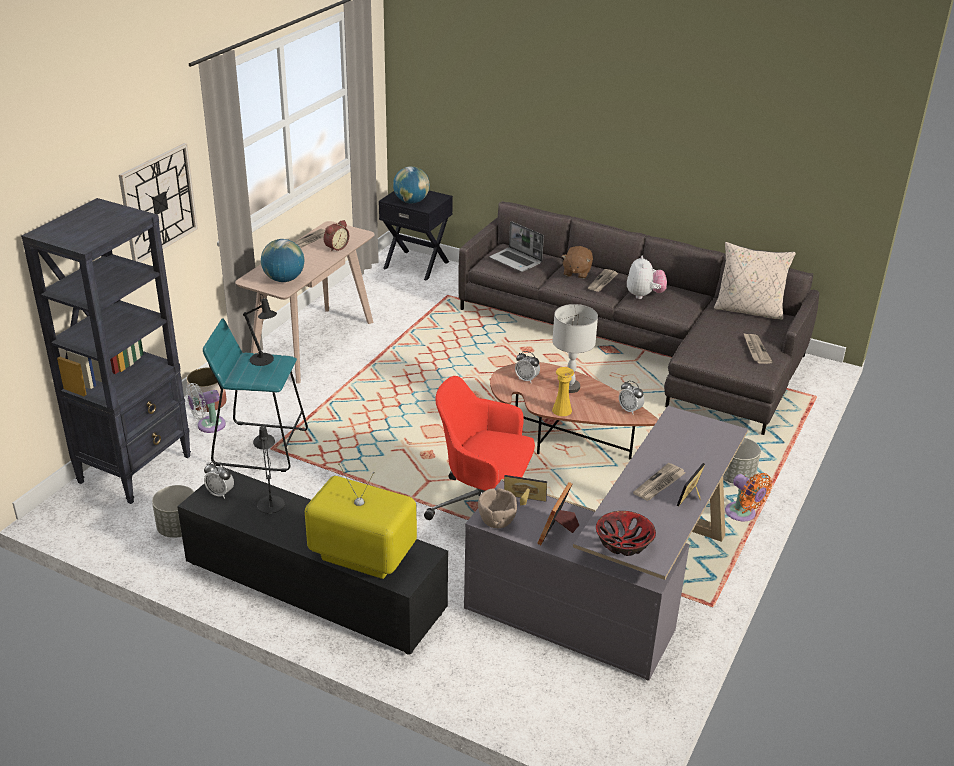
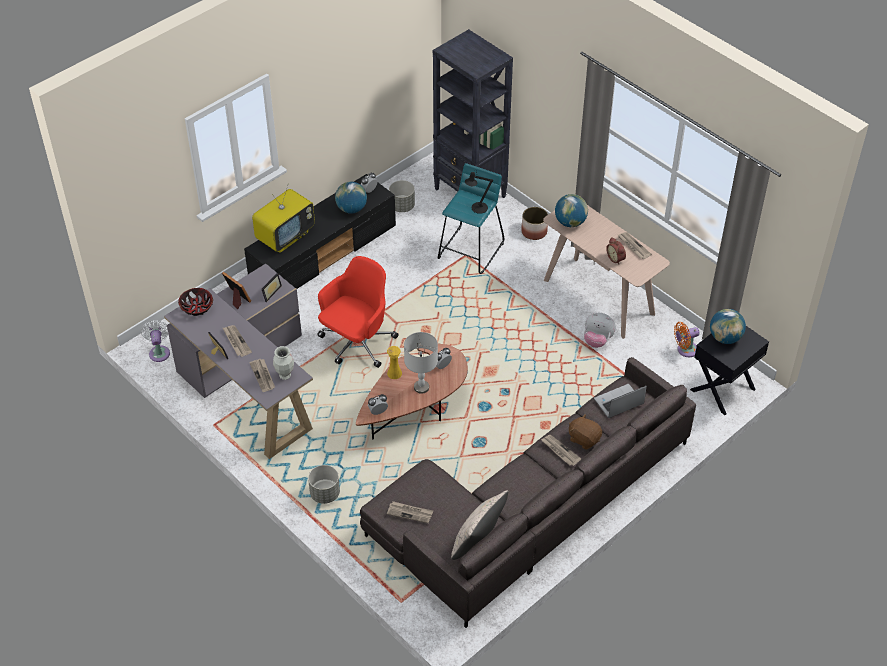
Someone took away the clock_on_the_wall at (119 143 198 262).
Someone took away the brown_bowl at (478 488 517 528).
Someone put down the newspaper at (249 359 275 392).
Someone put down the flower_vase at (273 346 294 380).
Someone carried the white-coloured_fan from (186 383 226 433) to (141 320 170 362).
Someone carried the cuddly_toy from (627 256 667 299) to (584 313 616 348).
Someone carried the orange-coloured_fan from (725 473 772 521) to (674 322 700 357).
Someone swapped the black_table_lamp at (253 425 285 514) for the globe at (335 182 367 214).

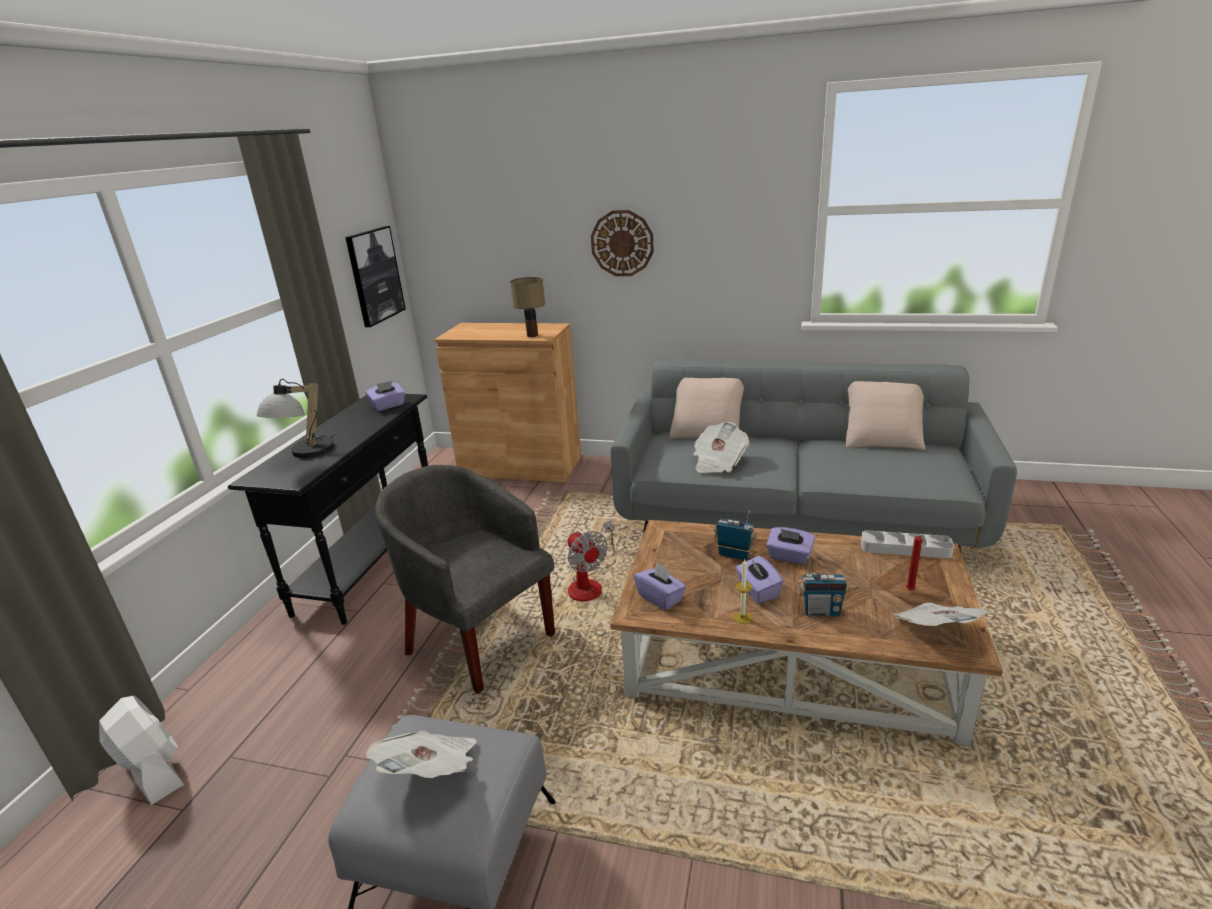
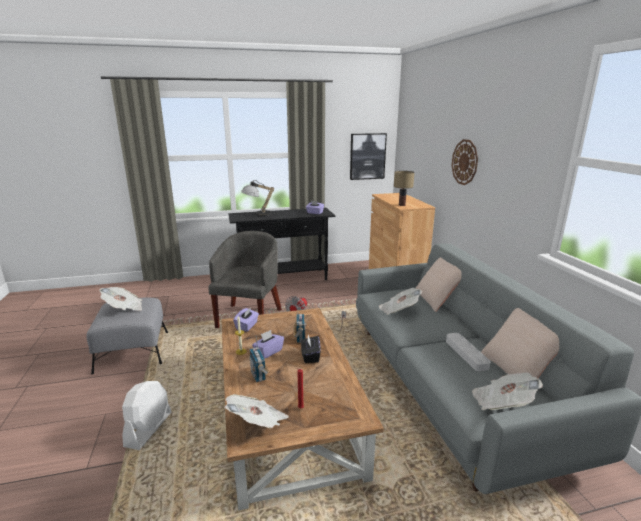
Someone put down the newspaper at (472 373 543 410).
Someone carried the white-coloured_fan from (99 695 184 805) to (122 381 172 450).
Someone carried the grey_carrying_tray from (861 530 954 558) to (446 333 491 371).
Someone repainted the purple-coloured_tissue_holder at (766 527 815 565), which became the black_tissue_holder at (301 335 321 363).

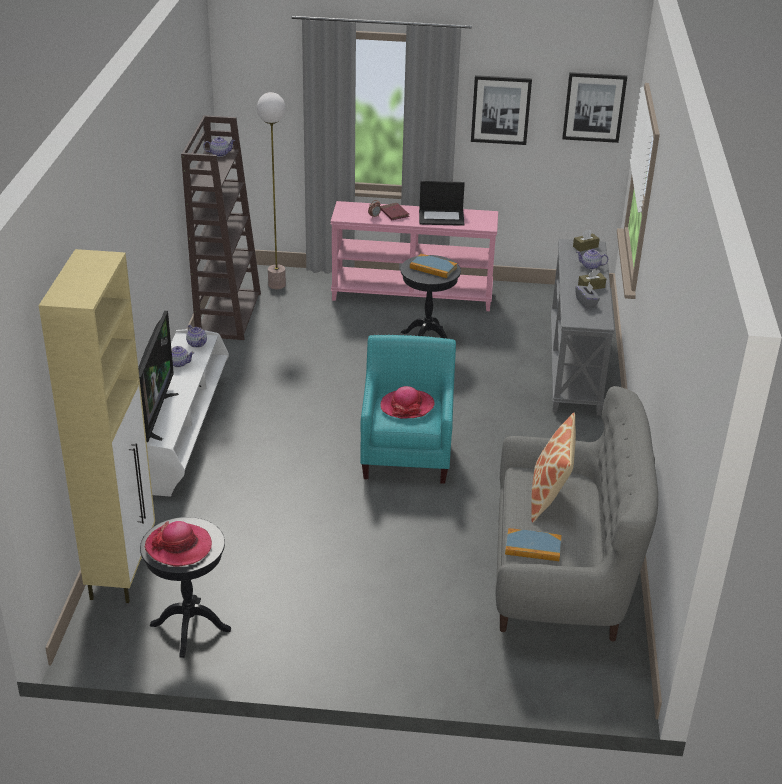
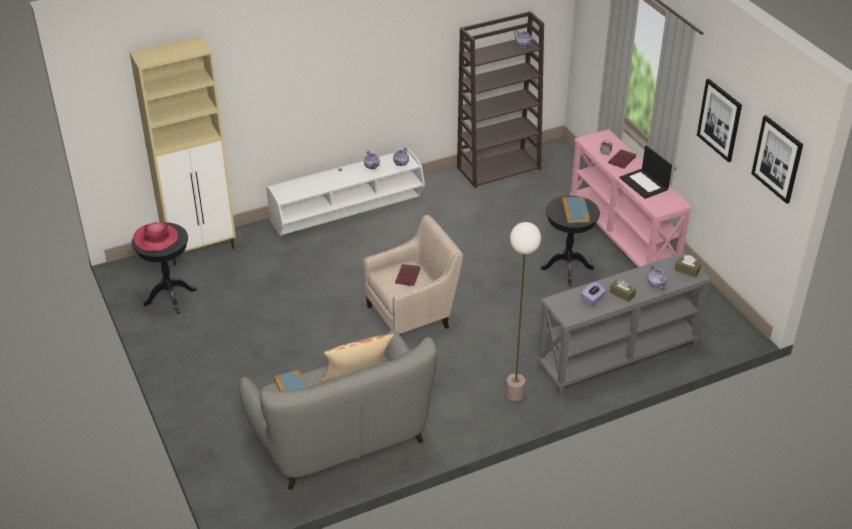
Someone took away the TV_set at (138 311 179 442).
Someone carried the floor_lamp from (257 92 286 289) to (506 222 541 401).
Someone swapped the clothing_hat at (380 386 435 419) for the red-coloured_bound_book at (395 264 421 286).
Someone repainted the turquoise_easy_chair at (360 335 456 484), which became the beige-coloured_easy_chair at (363 215 463 335).
Someone repainted the grey_tissue_holder at (575 282 600 308), which became the purple-coloured_tissue_holder at (581 281 606 306).

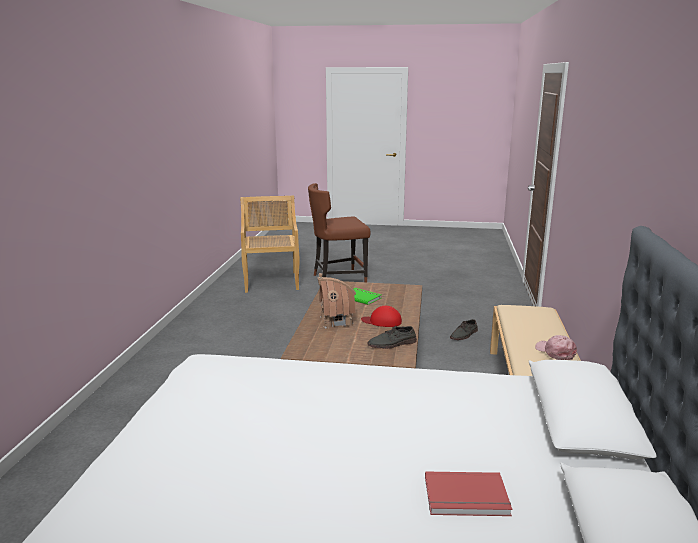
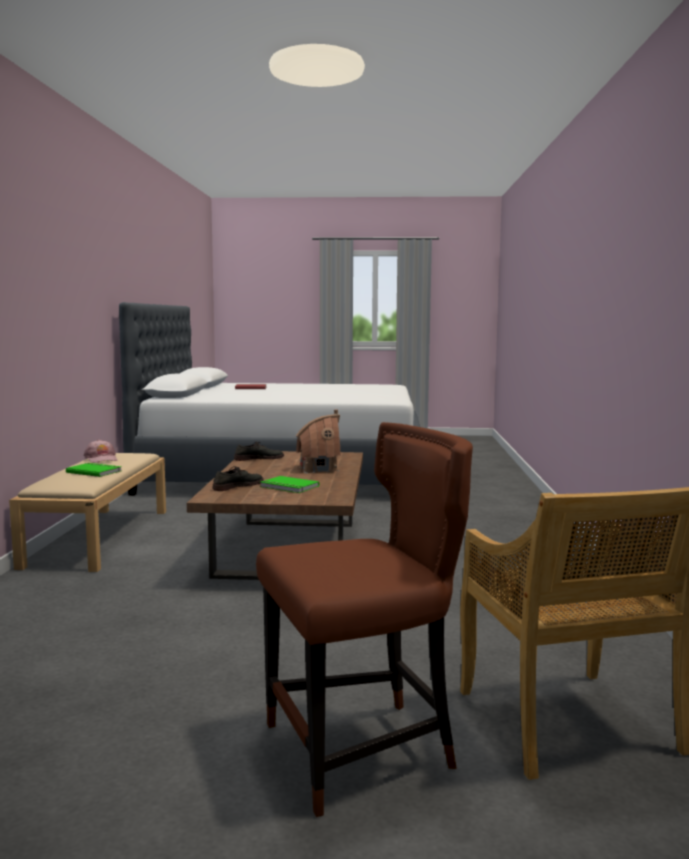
Someone took away the red-coloured_peaked_cap at (361 306 402 327).
Someone put down the green_bound_book at (66 463 122 477).
Someone carried the grey_shoe from (450 319 478 340) to (212 466 264 491).

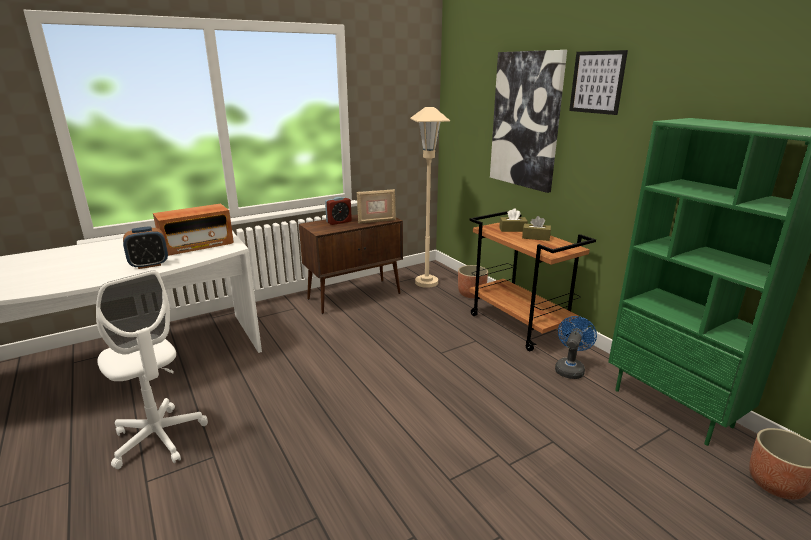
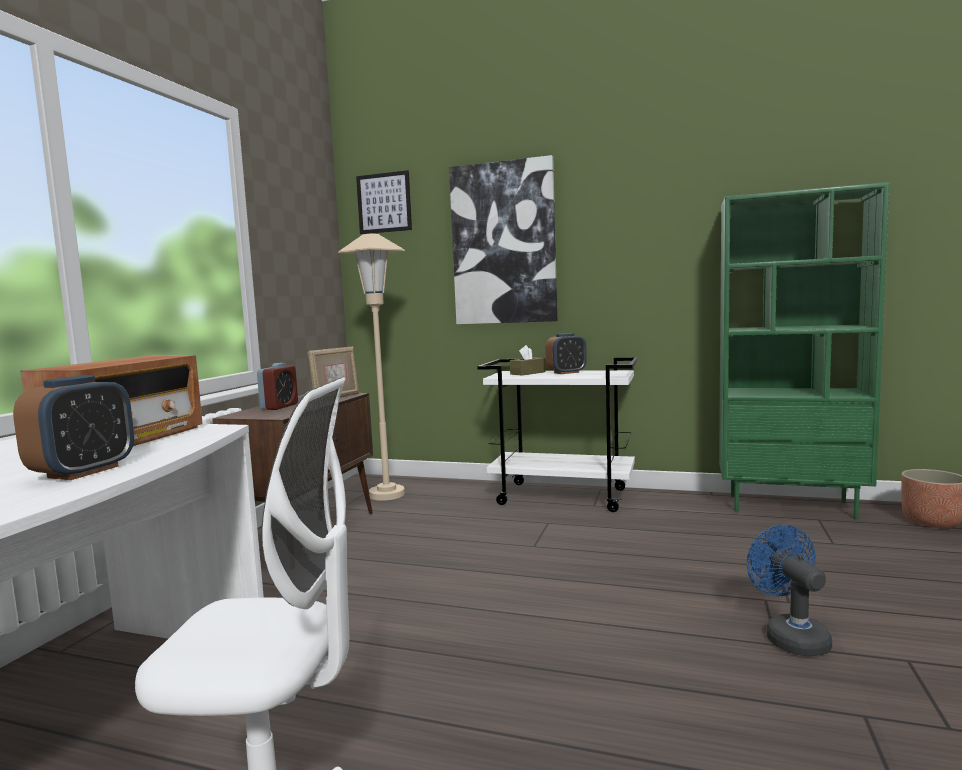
Someone took away the planter at (458 265 488 298).
Someone carried the blue_fan from (555 316 597 379) to (747 525 832 656).
Someone carried the wall_picture from (569 50 628 115) to (356 170 412 234).
Someone swapped the brown_tissue_holder at (522 216 551 241) for the alarm_clock at (545 333 587 374).
Someone repainted the brown_cart at (469 211 596 351), which became the white-coloured_cart at (477 357 638 512).

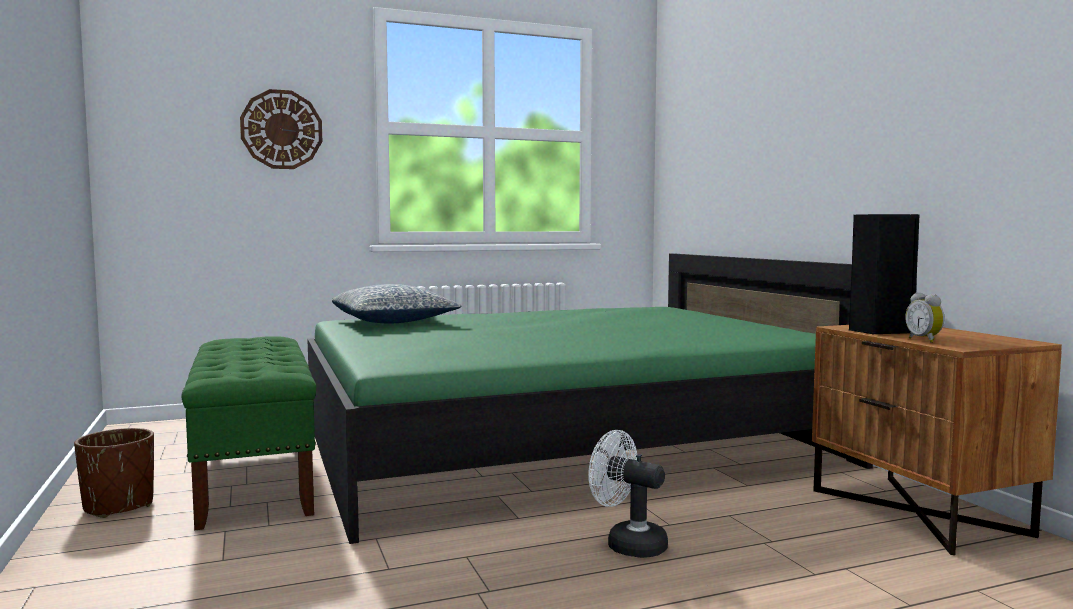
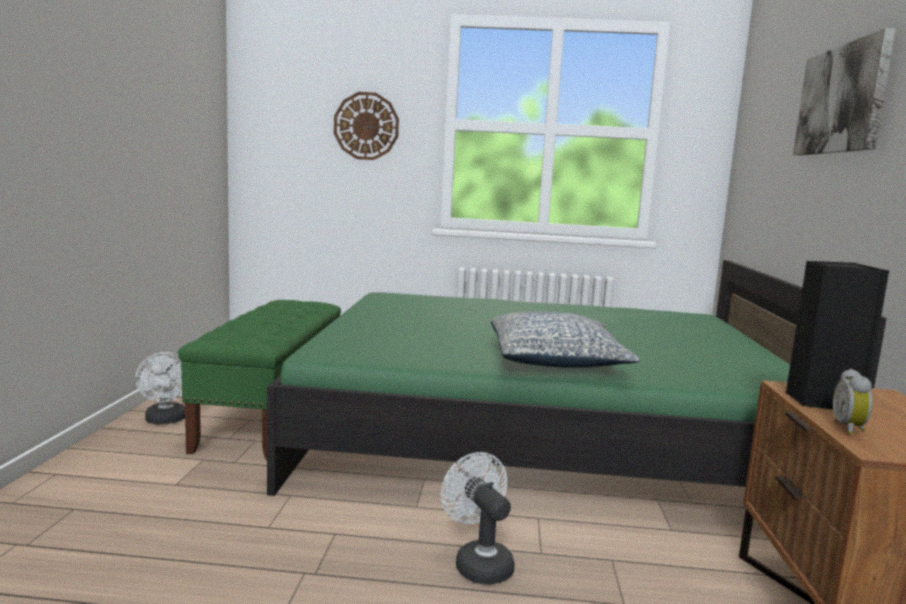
Someone put up the wall_picture at (793 28 896 156).
Someone carried the cushion from (332 284 461 323) to (491 312 640 368).
Someone swapped the brown_planter at (74 428 154 518) for the white-coloured_fan at (135 352 185 424).

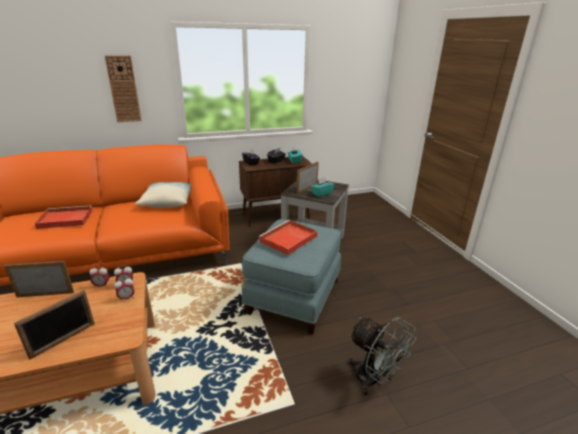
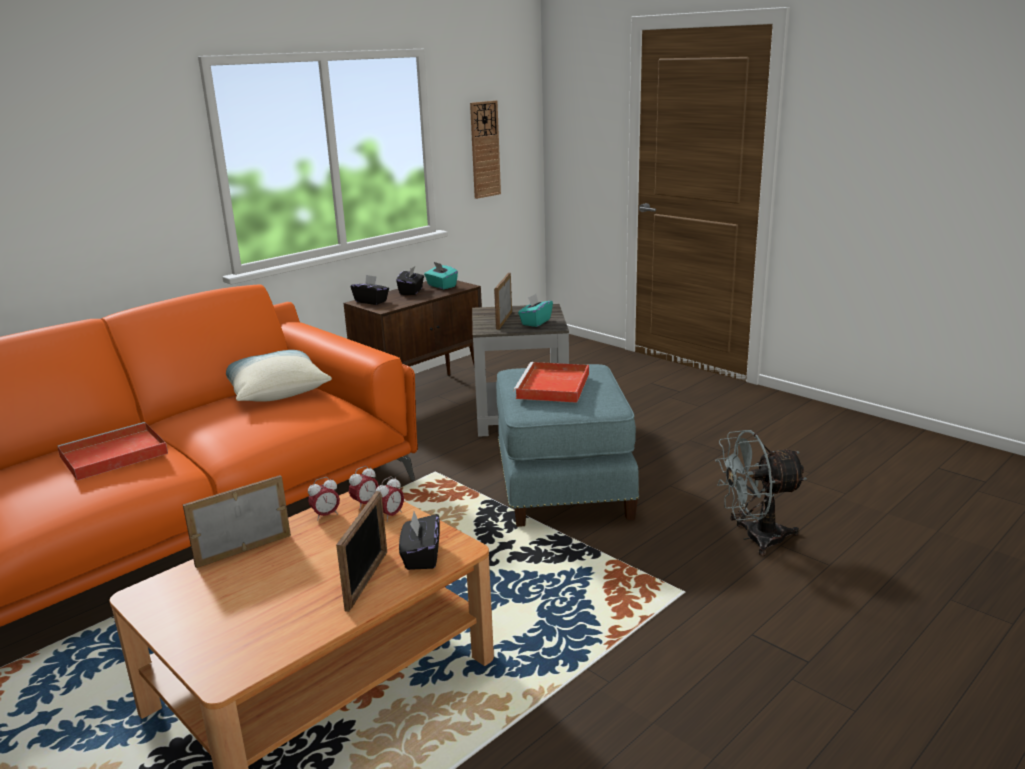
Someone put down the black_tissue_holder at (399 512 440 570).
Someone carried the clock_on_the_wall from (105 56 142 122) to (470 100 501 199).
Someone rotated the grey_fan at (348 317 416 395) by 150 degrees clockwise.

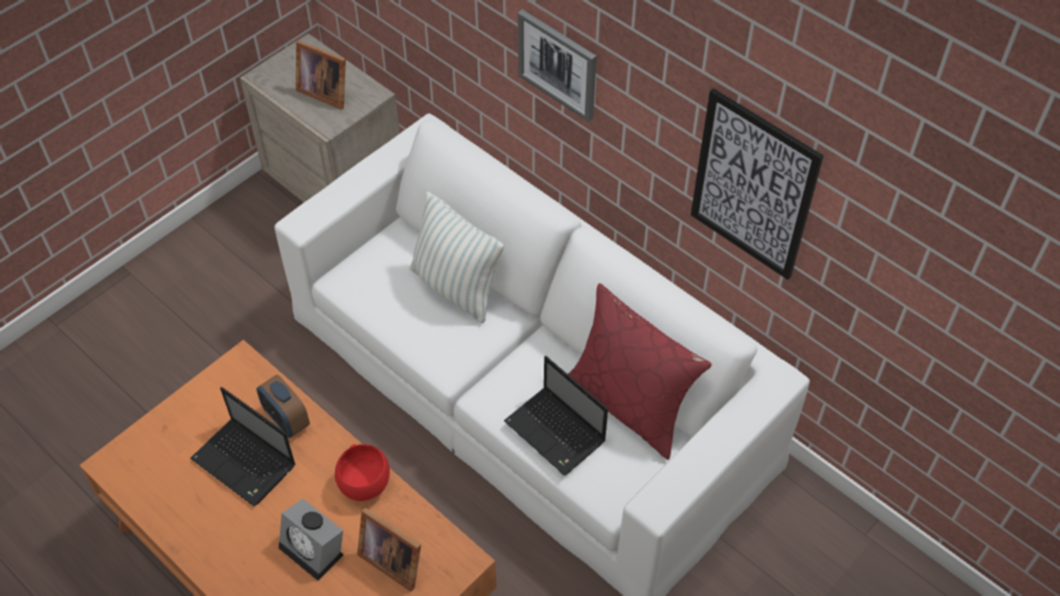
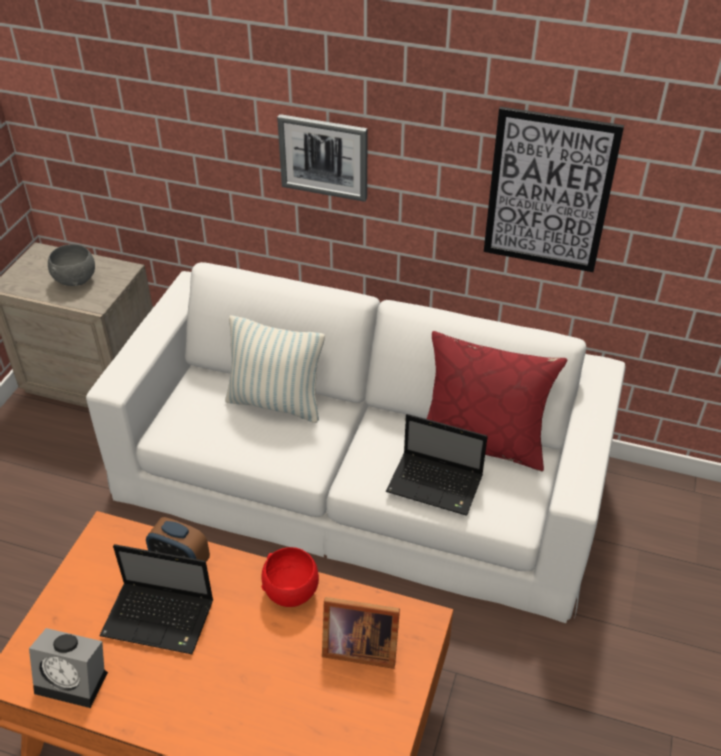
Someone carried the alarm_clock from (279 499 344 581) to (29 628 108 708).
Someone swapped the photo_frame at (296 40 346 110) for the grey_bowl at (48 244 95 286).

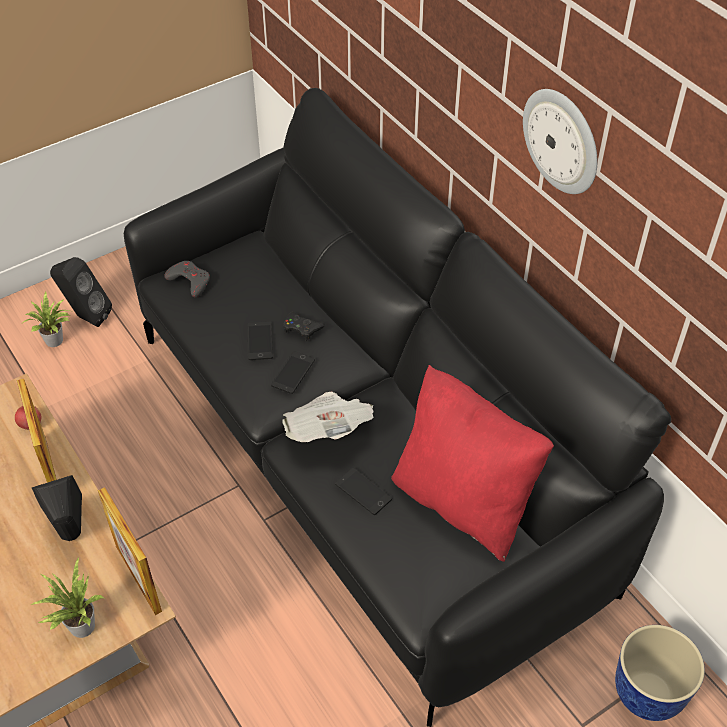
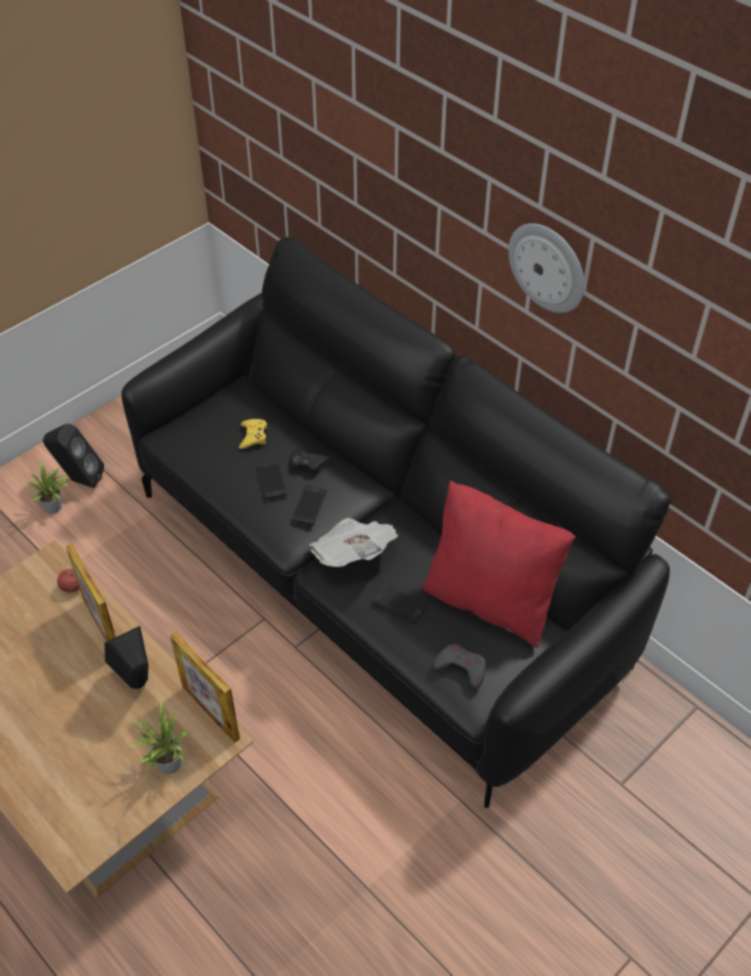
Someone took away the planter at (615 625 705 721).
Someone put down the yellowish_gamepad at (239 419 267 449).
Someone carried the grey_gamepad from (164 261 210 297) to (432 644 486 689).

